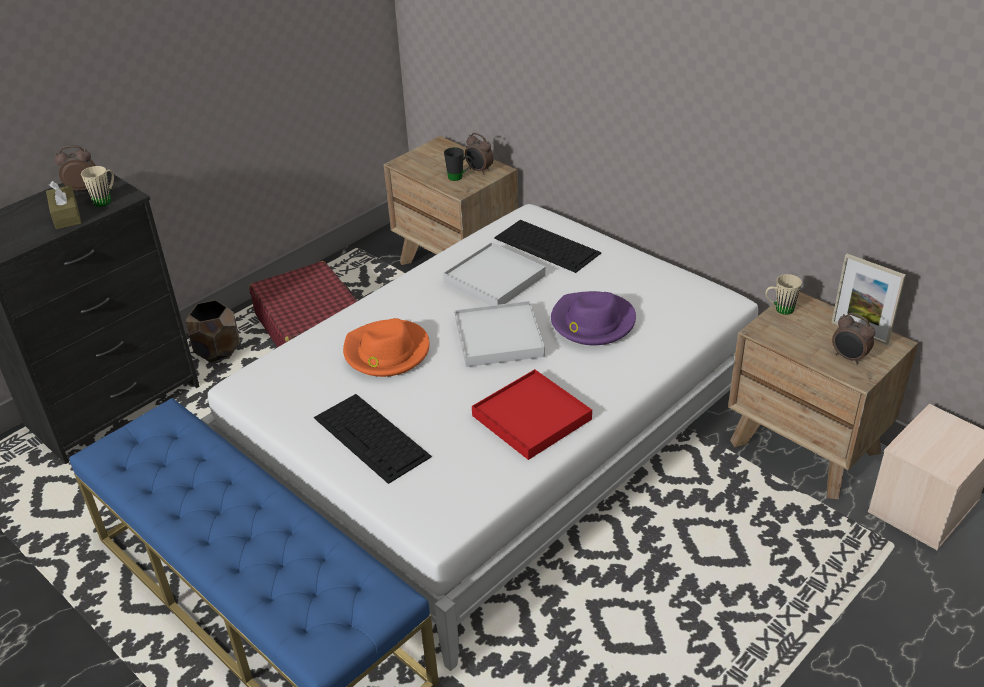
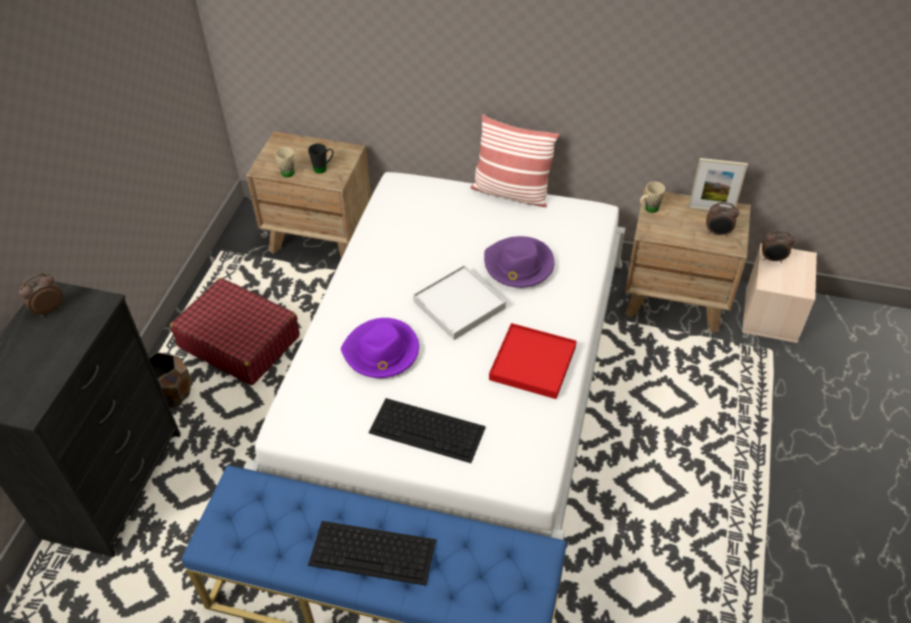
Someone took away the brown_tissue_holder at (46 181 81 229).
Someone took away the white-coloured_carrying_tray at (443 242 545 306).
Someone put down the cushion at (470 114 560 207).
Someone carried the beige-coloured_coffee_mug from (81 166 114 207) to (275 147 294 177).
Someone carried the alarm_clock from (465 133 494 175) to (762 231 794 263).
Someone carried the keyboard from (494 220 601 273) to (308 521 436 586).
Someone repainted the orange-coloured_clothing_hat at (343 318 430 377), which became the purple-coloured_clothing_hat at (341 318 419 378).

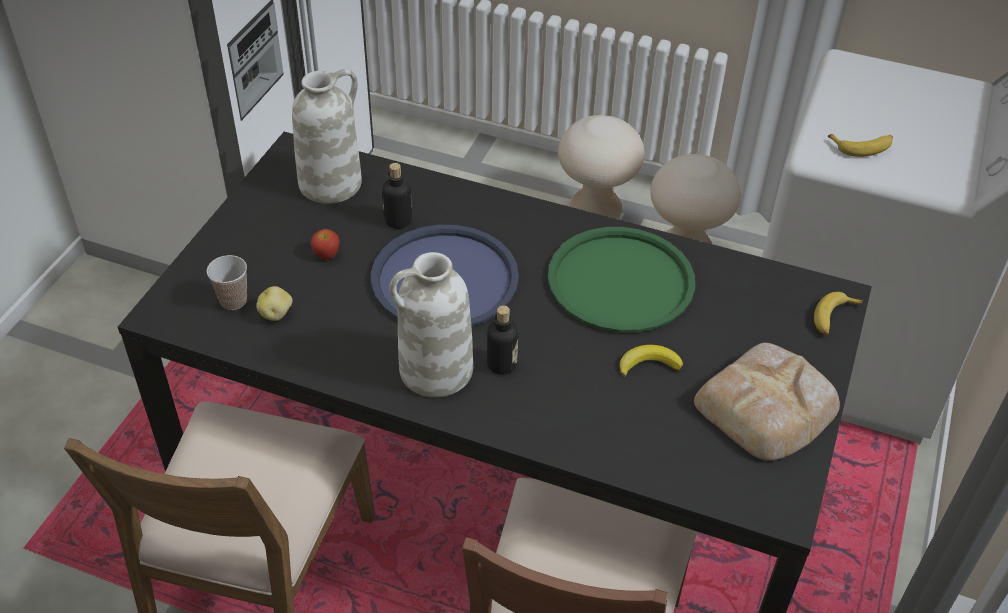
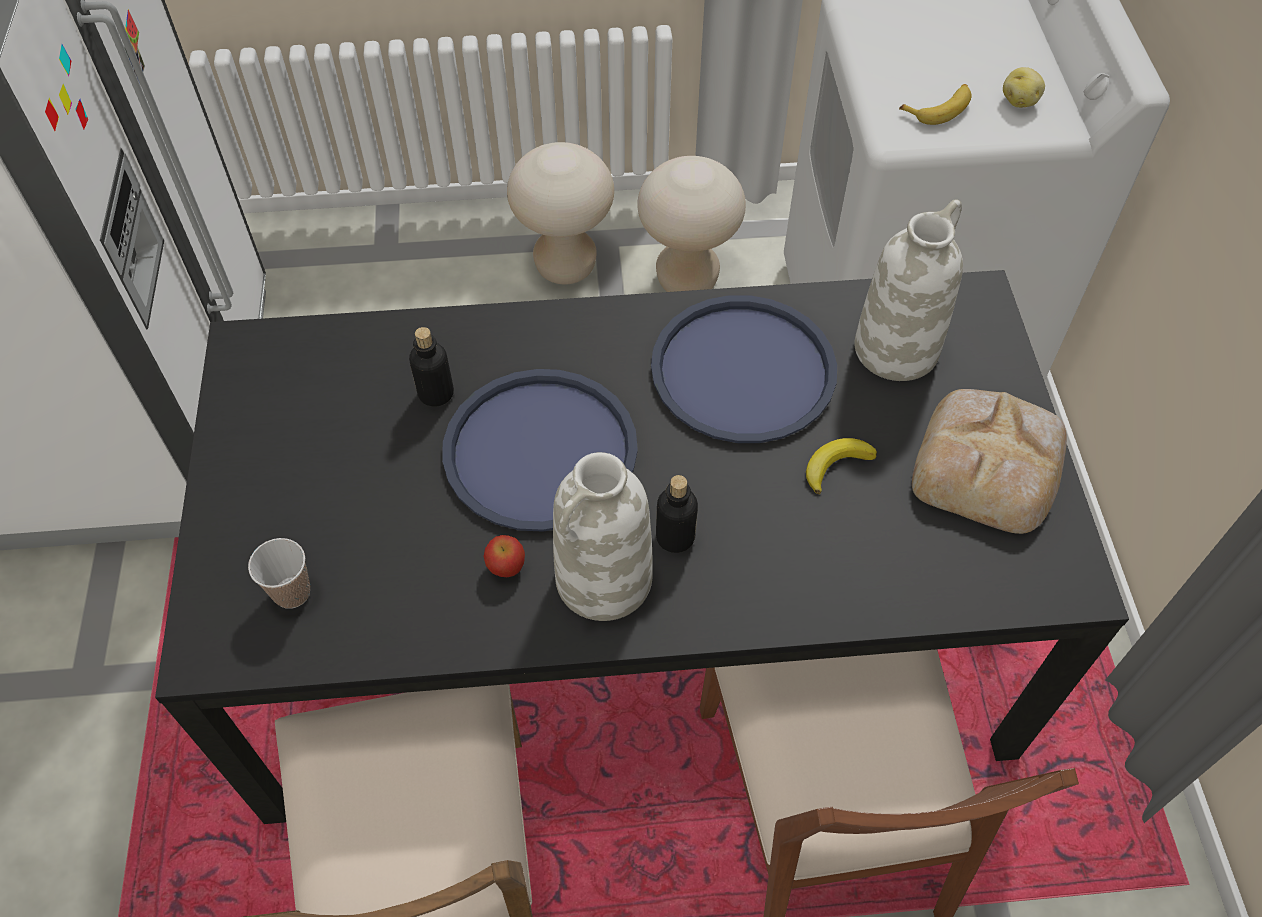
Someone took away the banana at (814 292 863 335).
Someone carried the whole_potato from (256 286 293 321) to (1003 67 1045 108).
Someone carried the white-coloured_flower_vase from (292 69 362 204) to (854 199 963 381).
Someone carried the apple from (310 229 339 259) to (483 535 525 577).
Someone repainted the green_carrying_tray at (548 227 695 333), which became the blue_carrying_tray at (651 295 837 443).

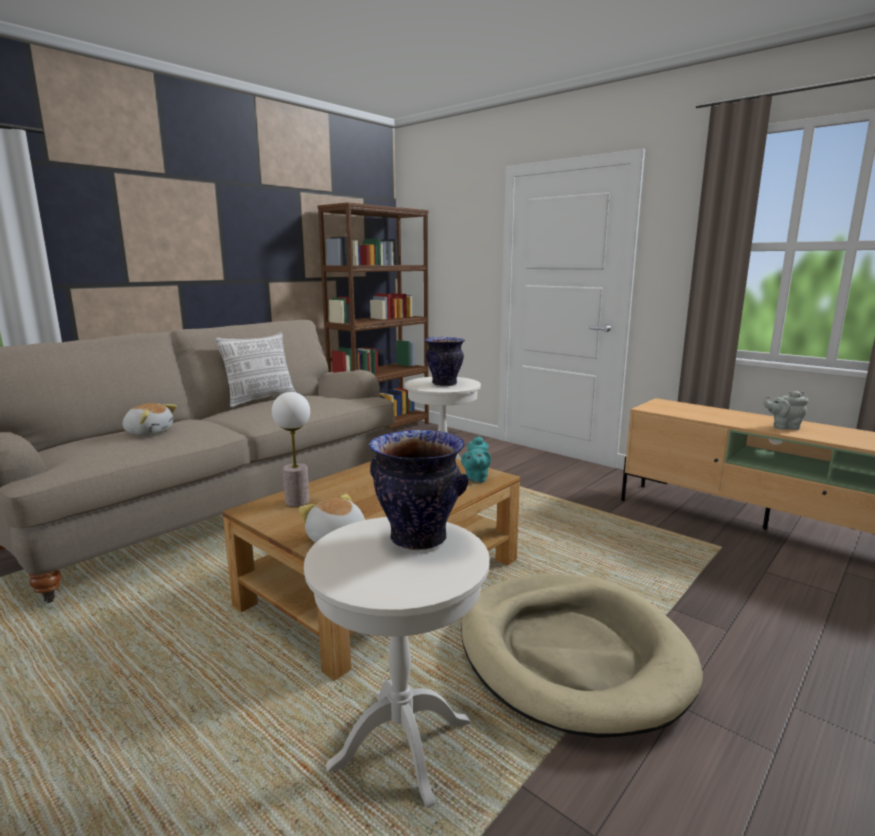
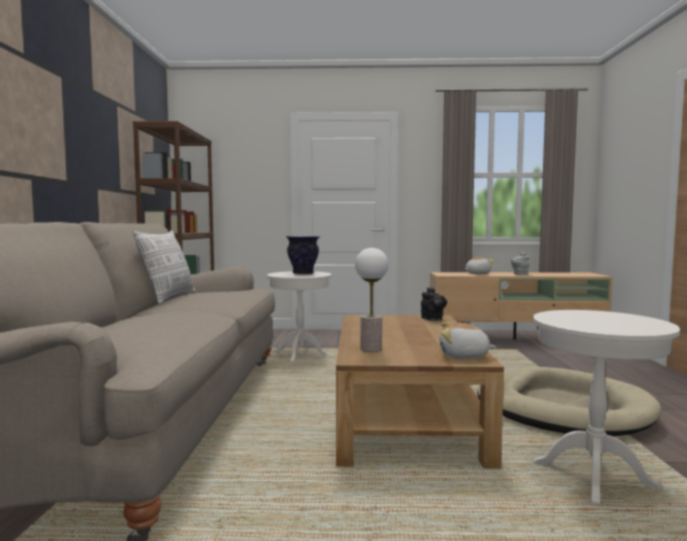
Someone took away the flower_vase at (369 430 469 550).
Someone carried the cuddly_toy from (122 403 177 436) to (465 257 494 274).
Someone repainted the turquoise_tea_pot at (461 435 491 483), which became the black_tea_pot at (421 287 447 321).

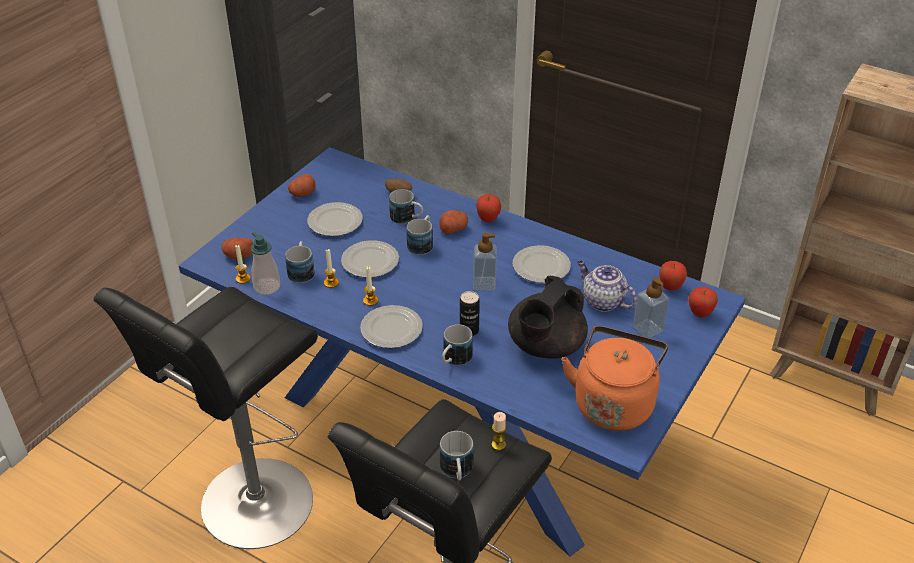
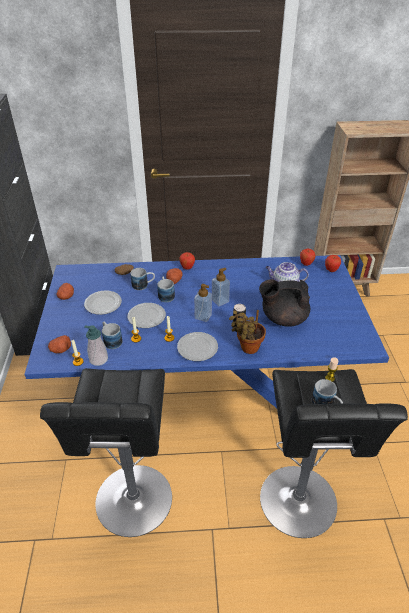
Someone took away the plate at (513 245 571 283).
Someone took away the orange-coloured_tea_kettle at (562 326 668 431).
Someone carried the soap_dispenser from (633 277 669 338) to (194 284 212 322).
Someone swapped the coffee_mug at (442 324 473 366) for the houseplant at (229 310 266 354).
Someone rotated the black_tea_pot at (508 276 588 359) by 90 degrees clockwise.

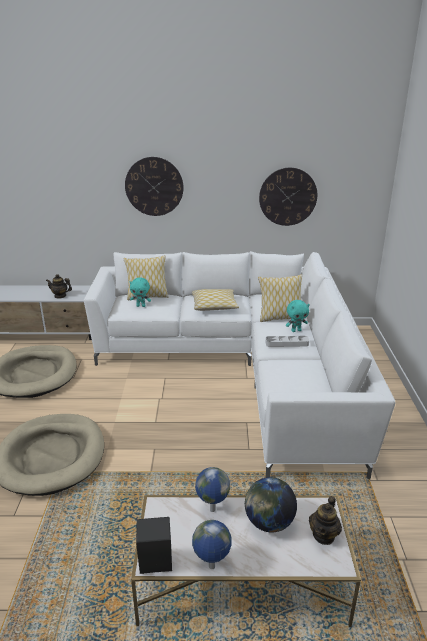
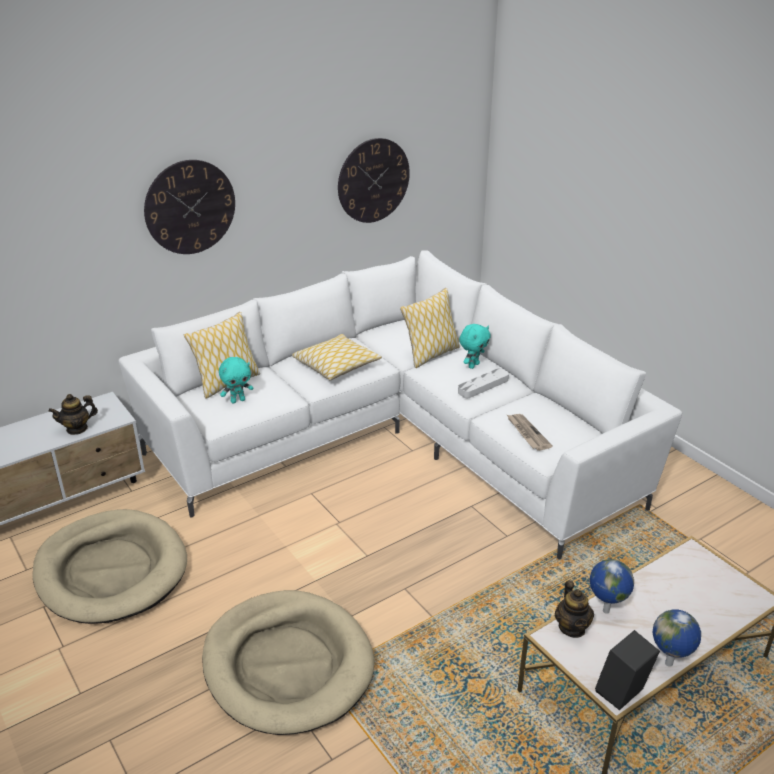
Someone took away the globe at (245 477 297 532).
Someone put down the newspaper at (507 414 553 451).
Someone carried the tea_pot from (309 496 342 545) to (555 580 594 638).

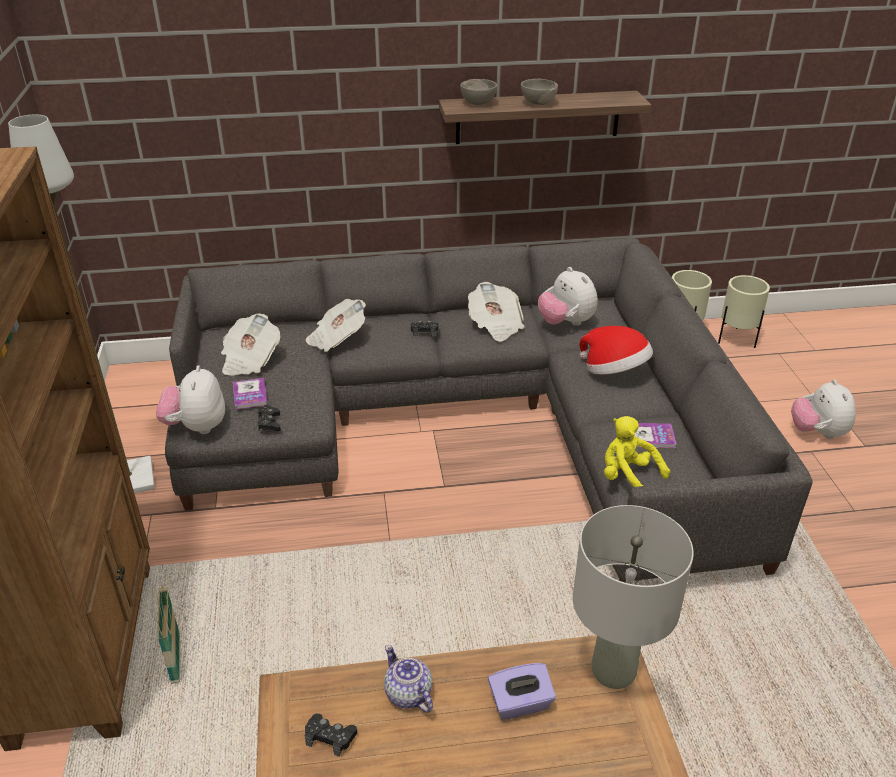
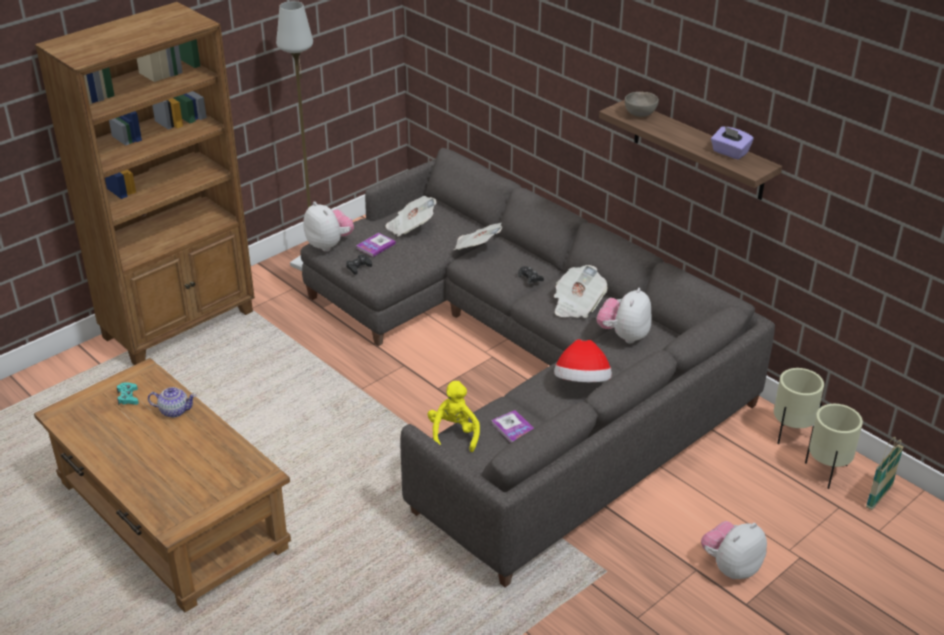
Someone took away the grey_bowl at (521 79 558 105).
Someone took away the grey_table_lamp at (573 505 694 689).
Someone carried the basket from (152 585 180 684) to (866 437 903 510).
Someone carried the purple-coloured_tissue_holder from (488 663 556 720) to (711 126 754 160).
Someone repainted the black_gamepad at (305 713 357 757), which became the turquoise_gamepad at (117 382 139 405).
Someone rotated the cuddly_toy at (156 365 225 434) by 90 degrees clockwise.
Someone rotated the tea_pot at (384 645 433 713) by 75 degrees clockwise.

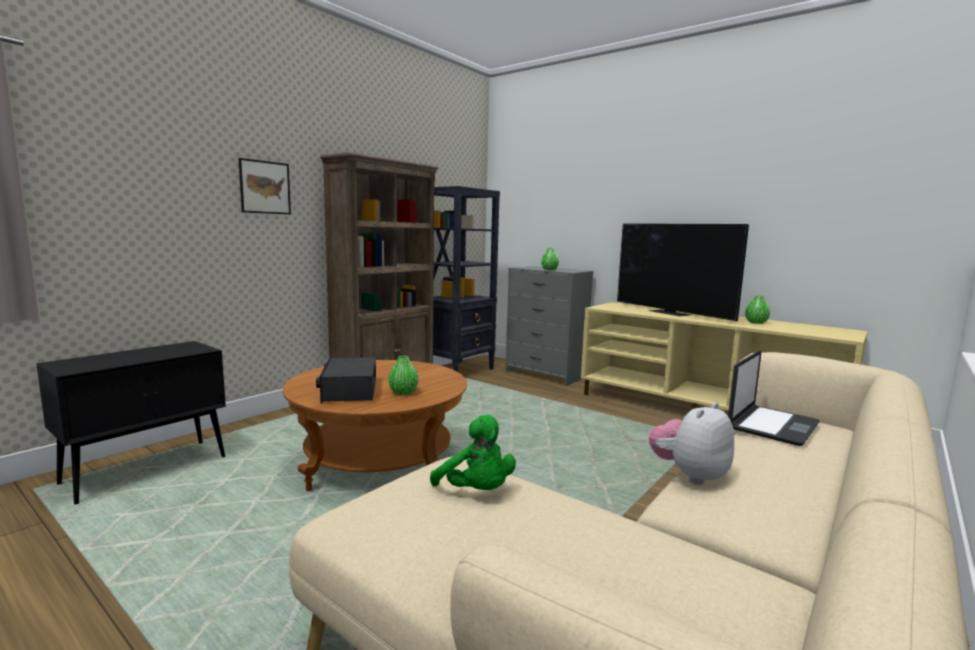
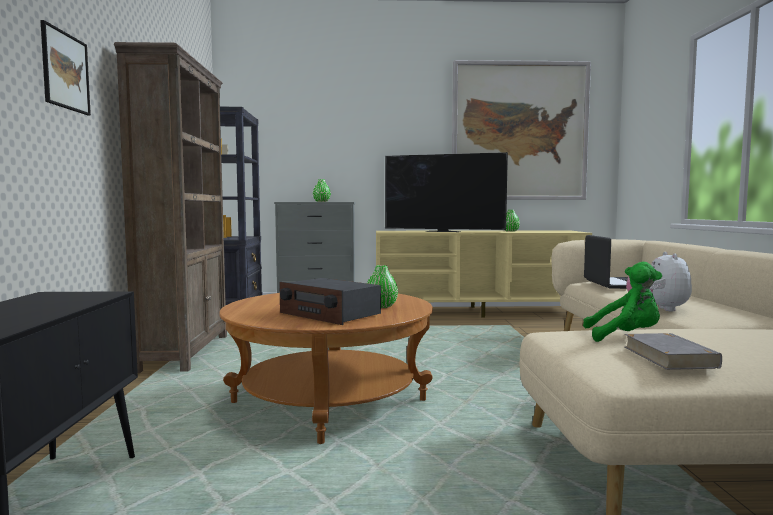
Someone put up the wall_picture at (452 60 591 200).
Someone put down the grey_bound_book at (625 333 722 370).

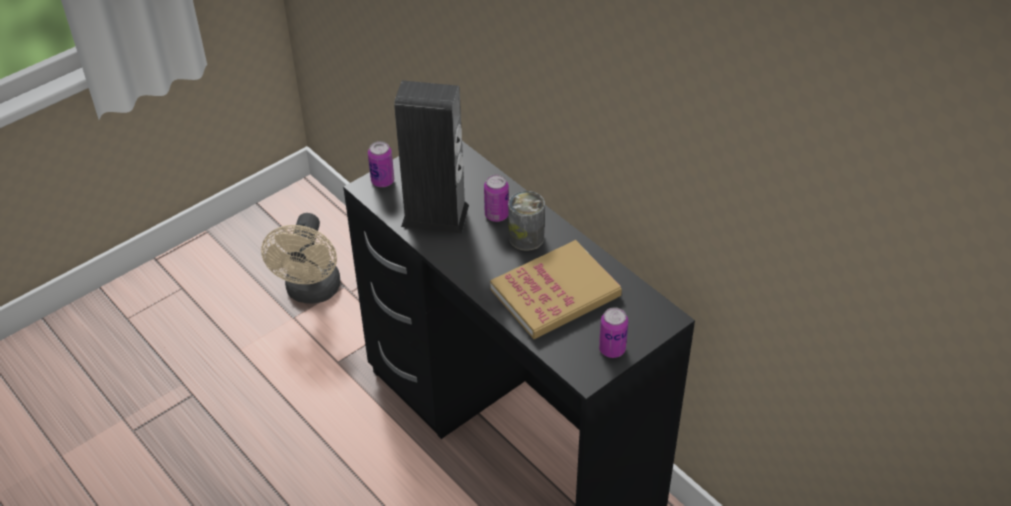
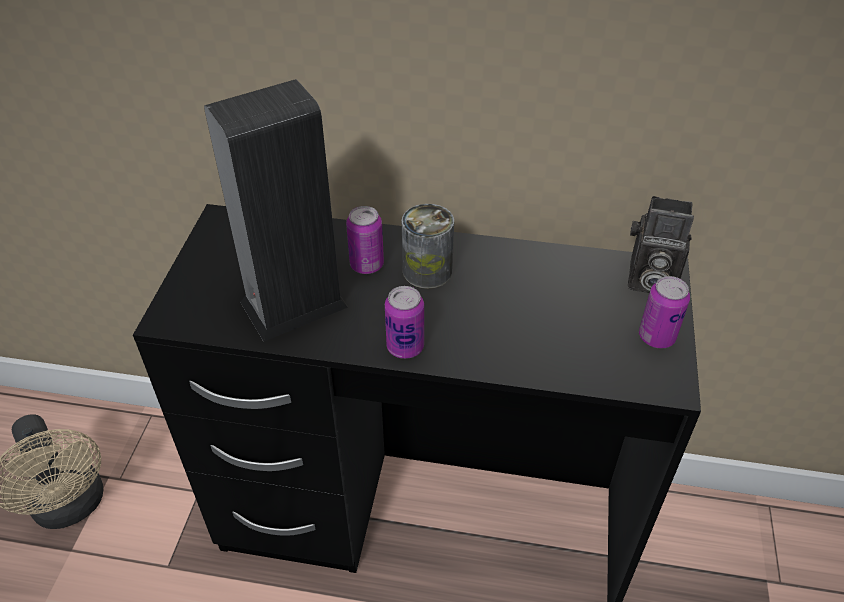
Someone took away the bound_book at (490 240 622 339).
Someone put down the still_camera at (628 196 694 293).
Someone carried the metal_can from (368 141 394 187) to (385 286 424 359).

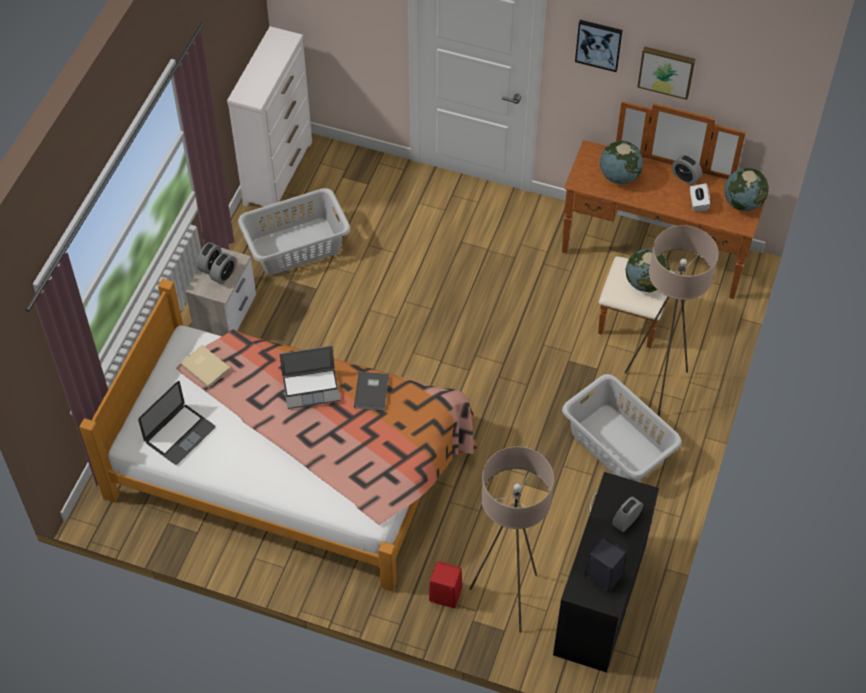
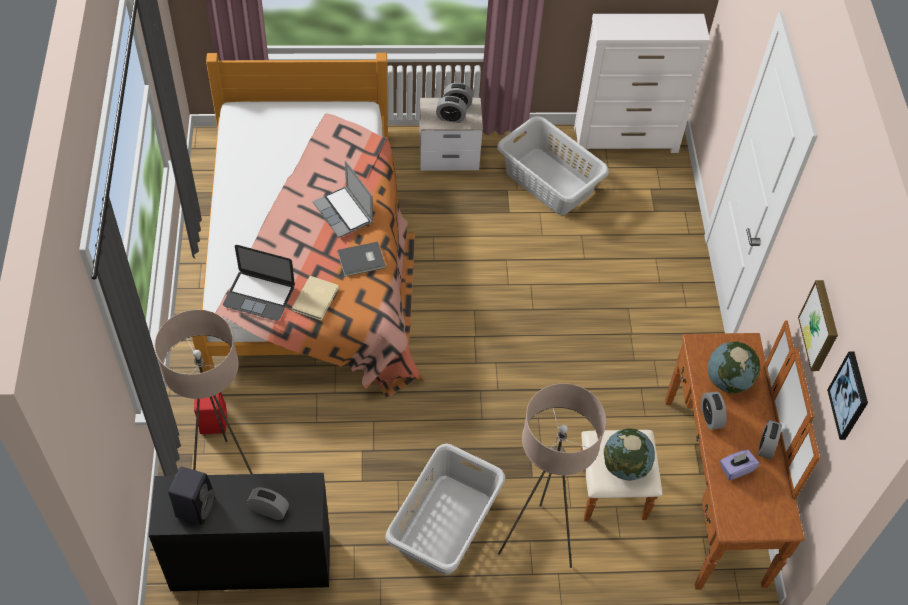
Someone took away the globe at (724 168 769 211).
Someone put down the alarm_clock at (701 391 726 430).
Someone carried the laptop from (138 381 215 465) to (223 245 295 321).
Someone carried the beige-coloured_bound_book from (180 345 230 388) to (292 276 339 320).
Someone carried the wall_picture from (575 20 623 72) to (827 352 868 440).
Someone repainted the white-coloured_tissue_holder at (690 183 710 211), which became the purple-coloured_tissue_holder at (720 450 759 480).

